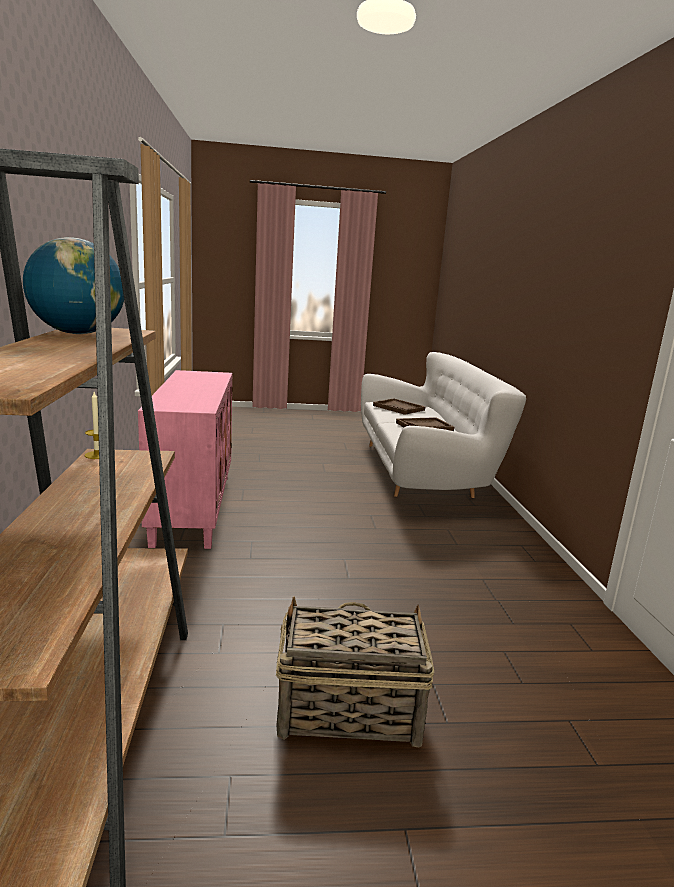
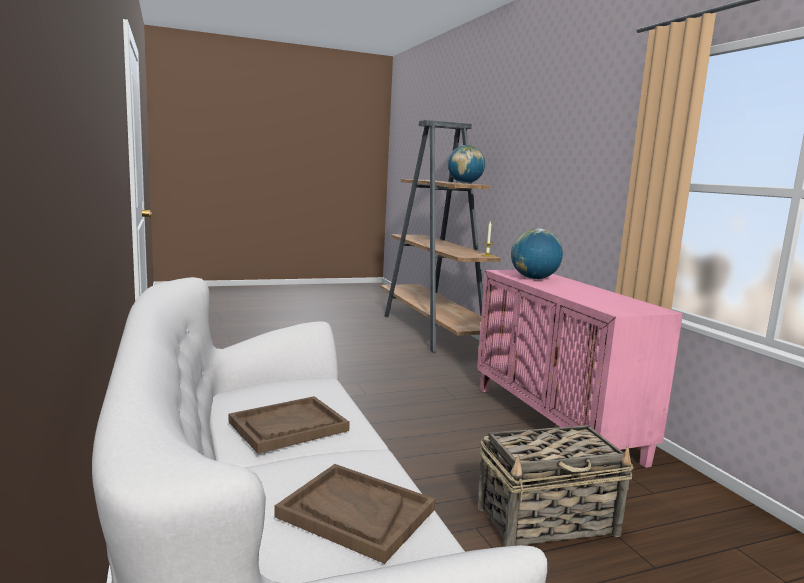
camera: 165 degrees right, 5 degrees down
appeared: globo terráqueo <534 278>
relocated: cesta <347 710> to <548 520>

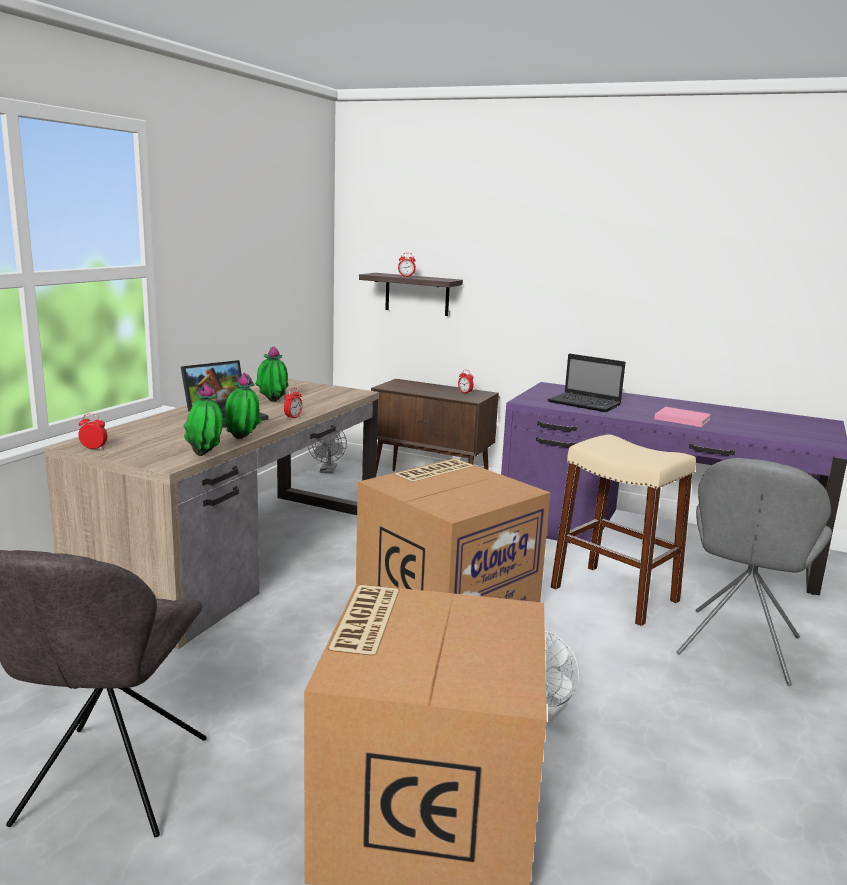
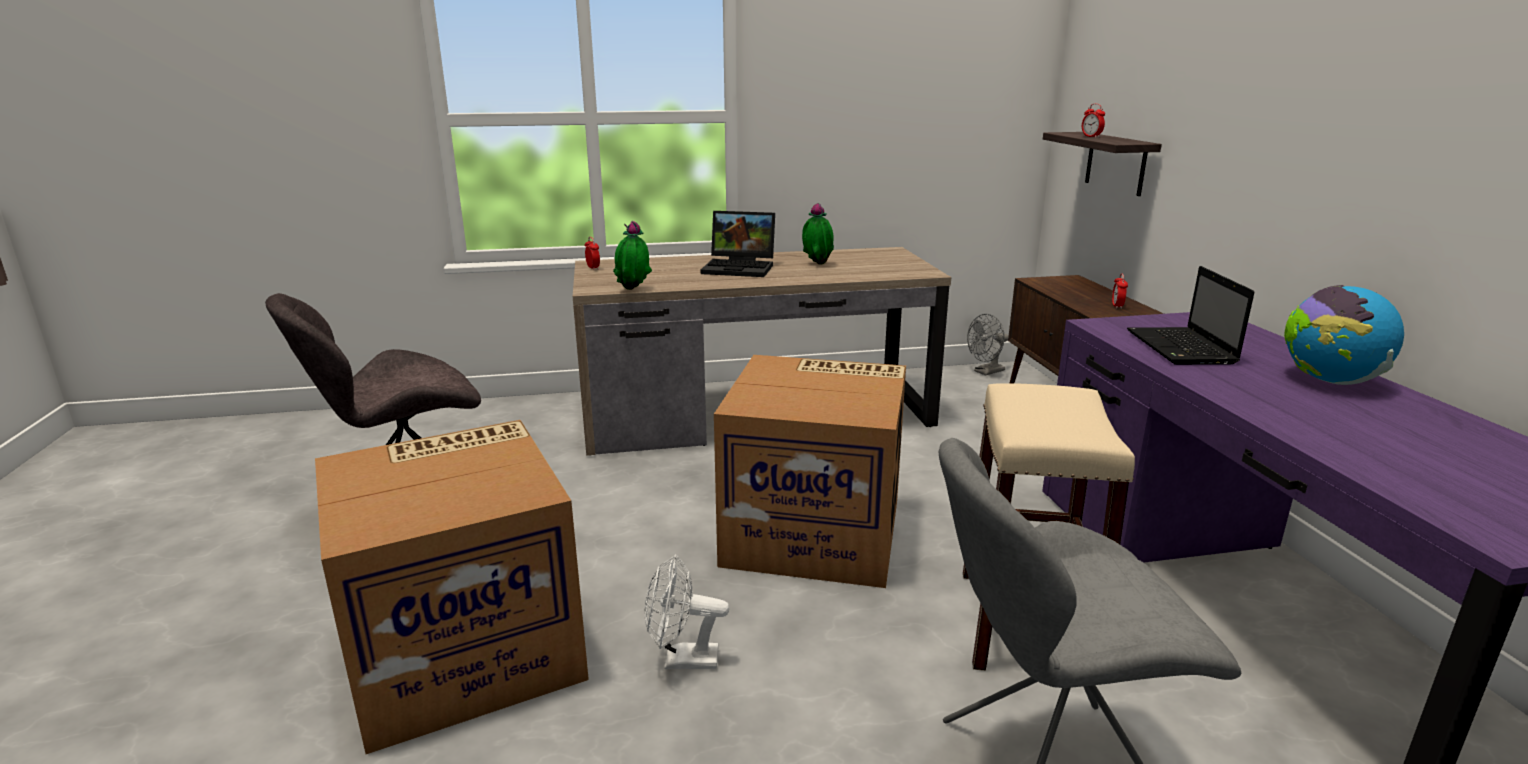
camera: 55 degrees right, 5 degrees up
missing: planta en maceta <242 439>; despertador <293 418>; libro [rosa] <680 419>
appeared: globo terráqueo <1330 381>

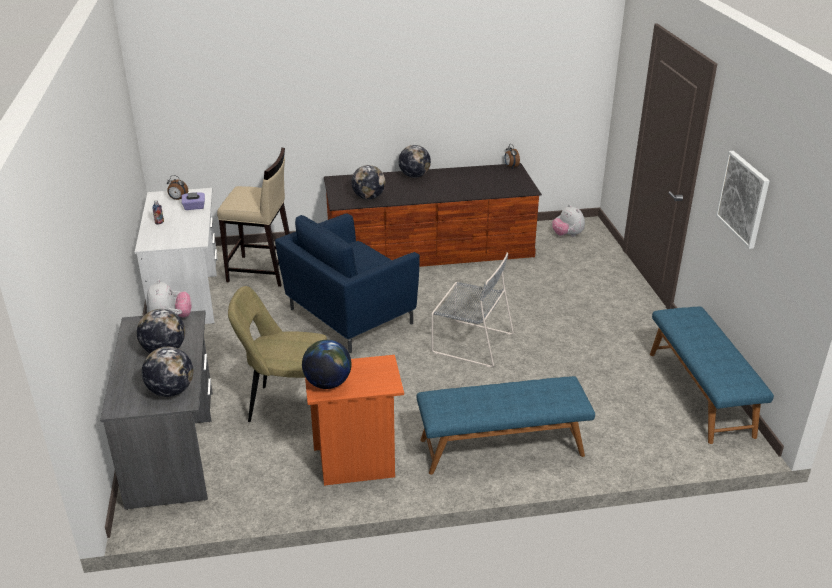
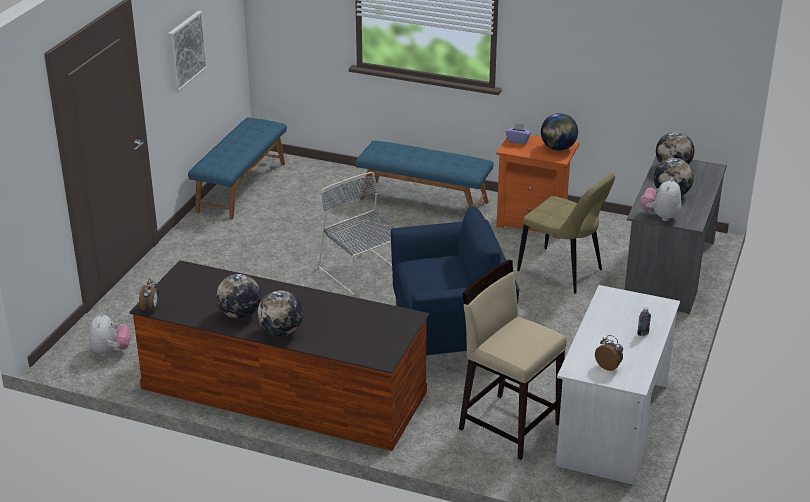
camera: 150 degrees left, 0 degrees up
relocated: caja de pañuelos [morado] <194 207> to <518 141>; globo terráqueo <368 197> to <240 315>

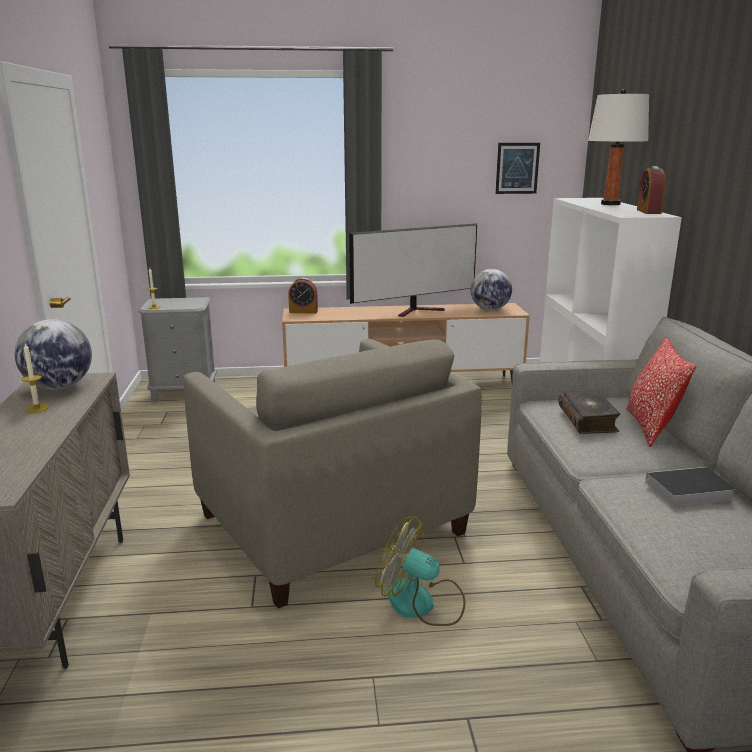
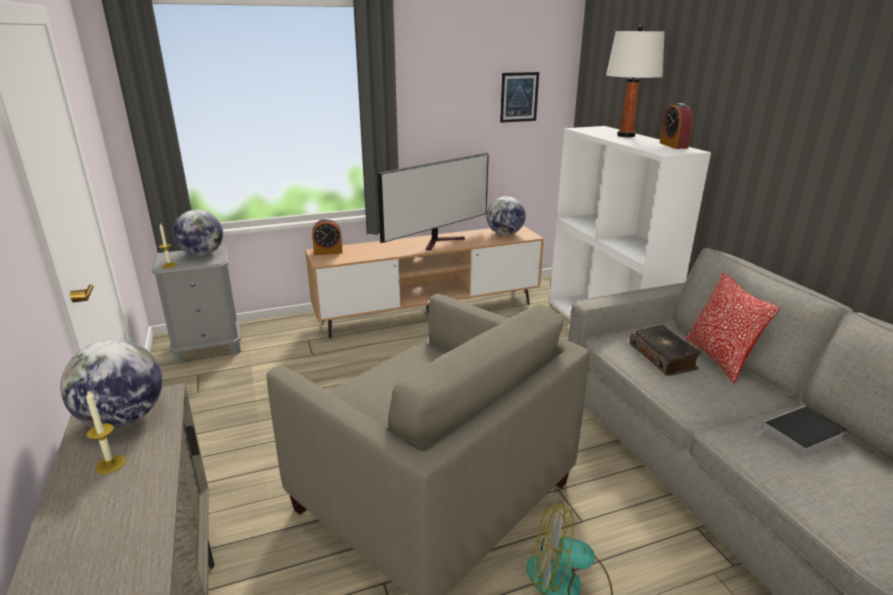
camera: 15 degrees left, 5 degrees up
appeared: globo terráqueo <202 254>

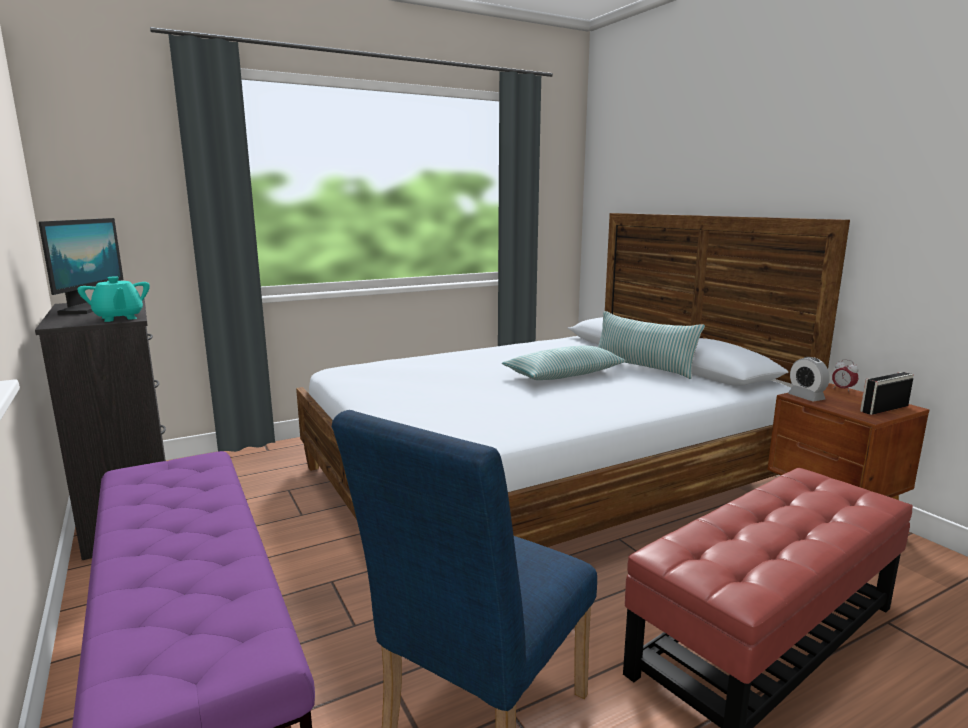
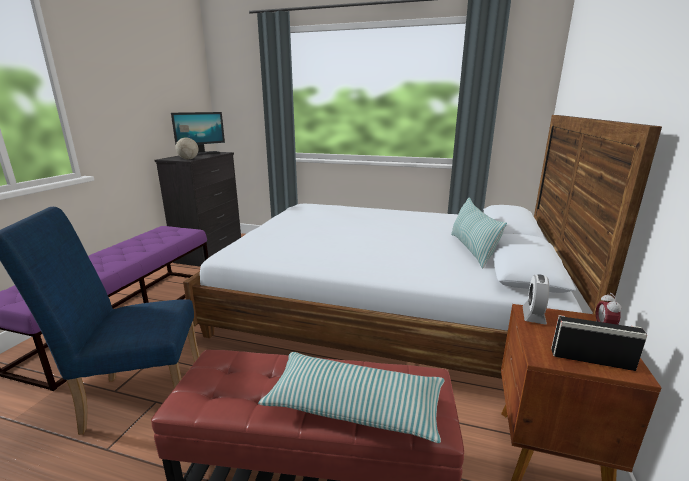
camera: 45 degrees right, 5 degrees up
relocated: cojín <564 375> to <354 406>
exchanged: tetera [turquesa] <119 318> to globo terráqueo <188 159>

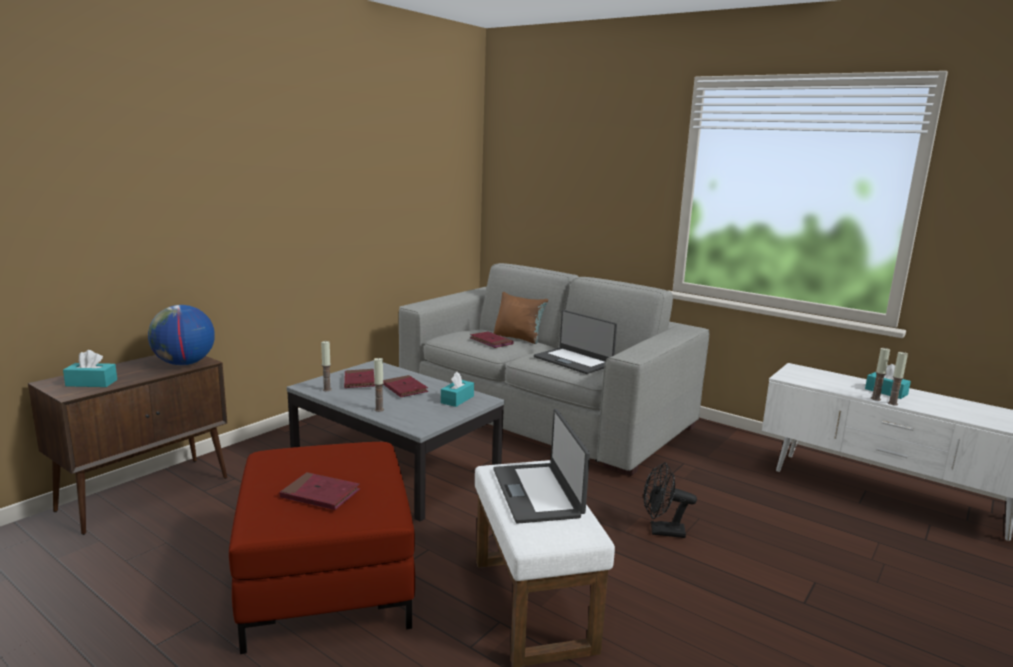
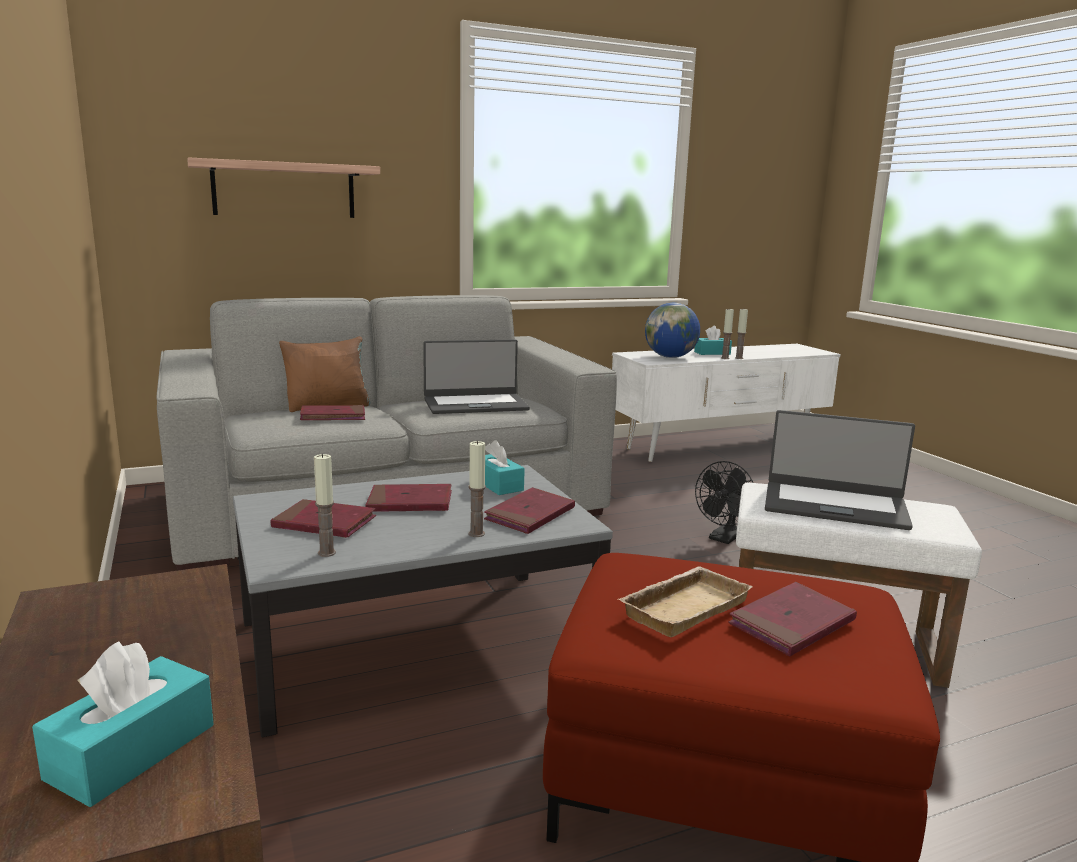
camera: 60 degrees left, 0 degrees up
appeared: estante <284 190>; libro [rojo] <530 515>; bandeja [beis] <683 607>
relocated: globo terráqueo <184 363> to <670 357>

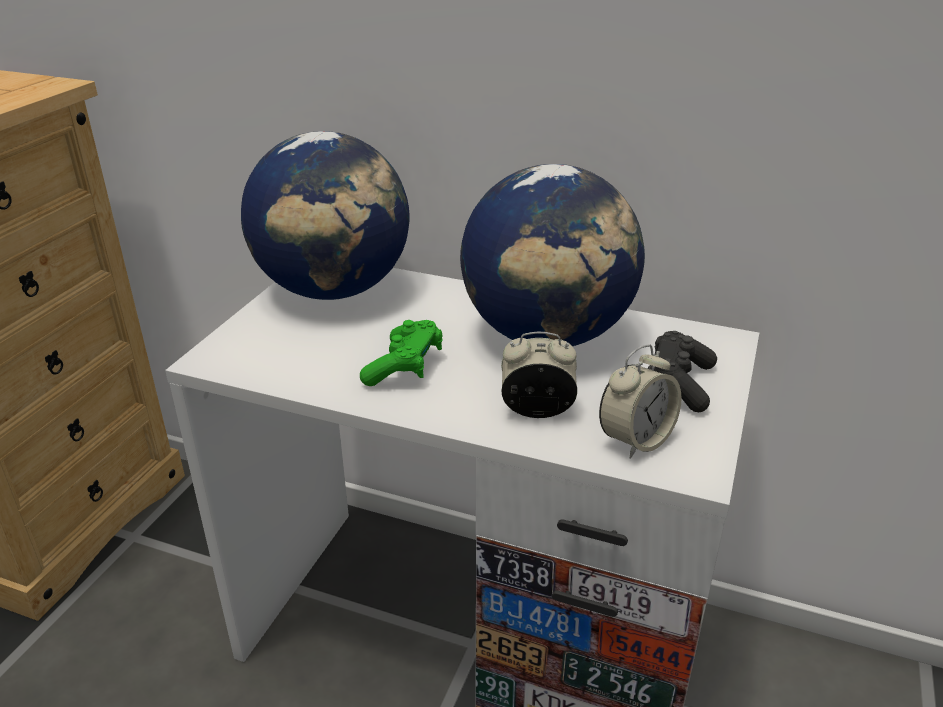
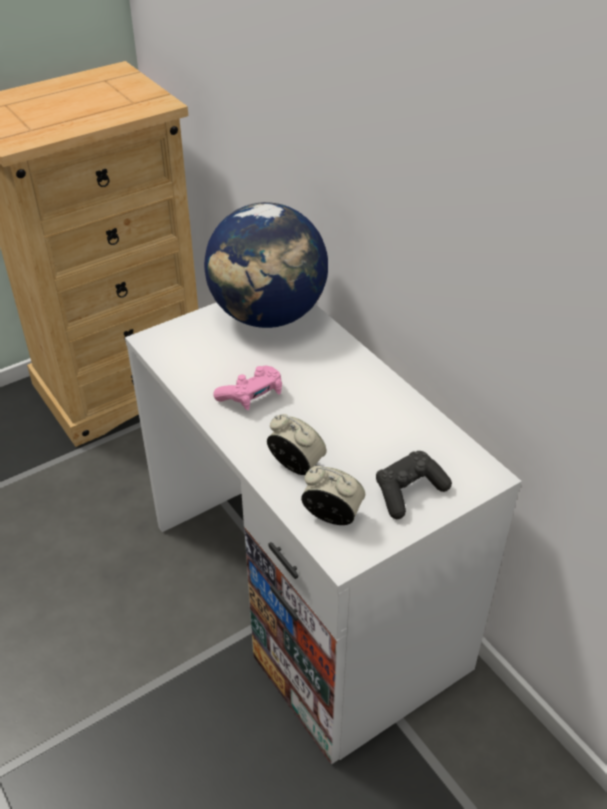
camera: 35 degrees right, 10 degrees up
missing: globo terráqueo <548 336>
colour: mando de consola [verde] <404 367> to mando de consola [rosa] <252 396>
spun: despertador <636 440> = <332 516> 150 degrees counterclockwise

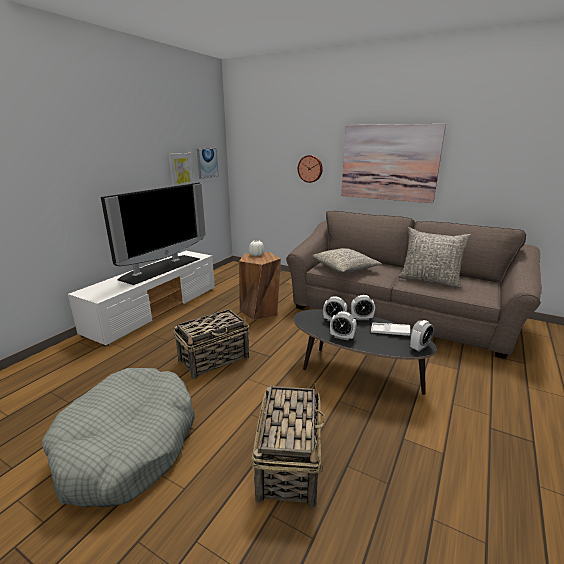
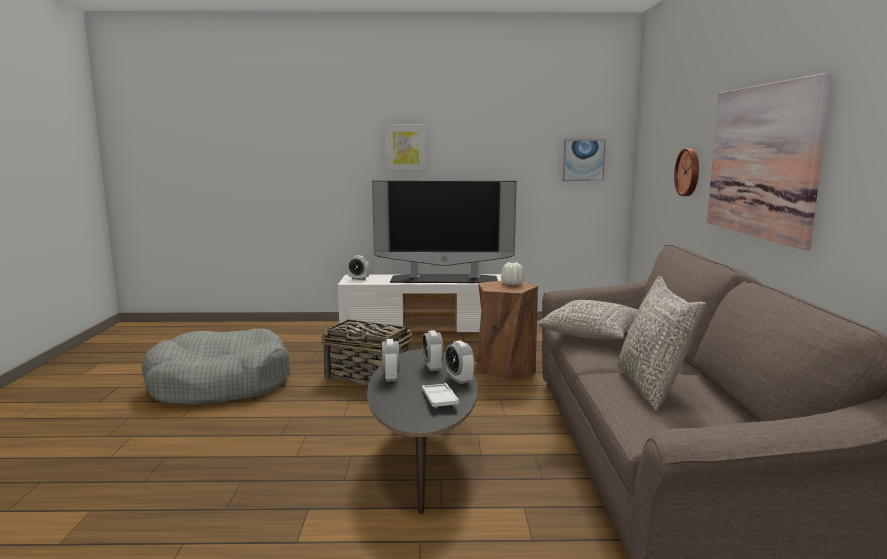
camera: 60 degrees right, 10 degrees down
missing: cesta <289 462>
relocated: cuadro <180 170> to <406 147>; despertador <419 347> to <358 279>

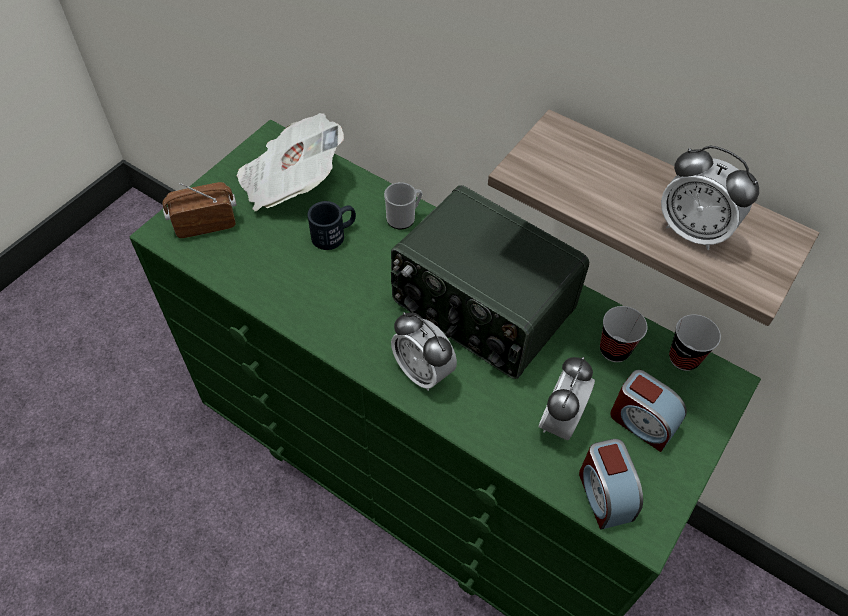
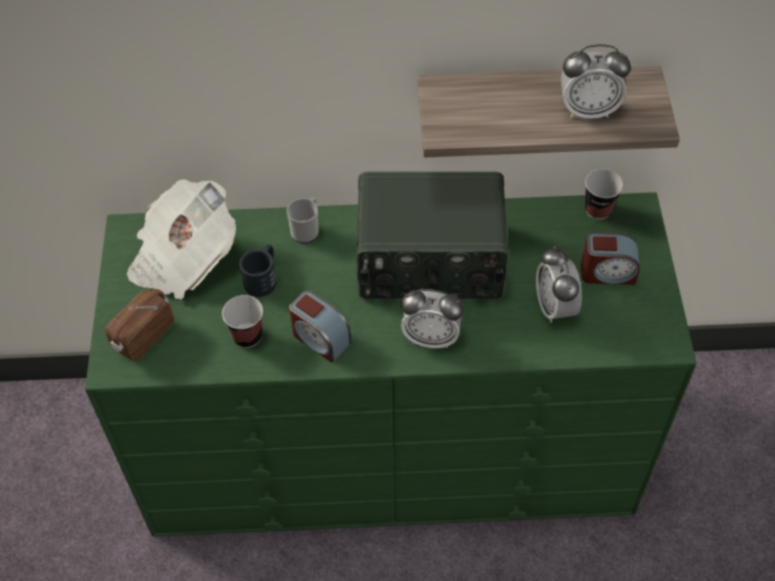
camera: 35 degrees left, 0 degrees up
relocated: despertador <604 494> to <320 338>; taza <614 350> to <247 336>

